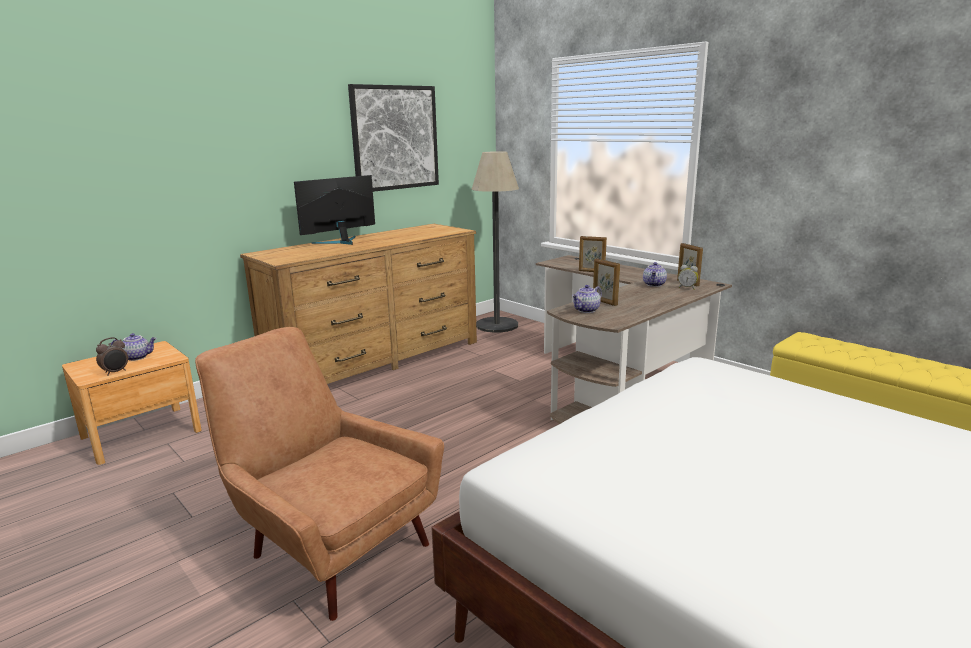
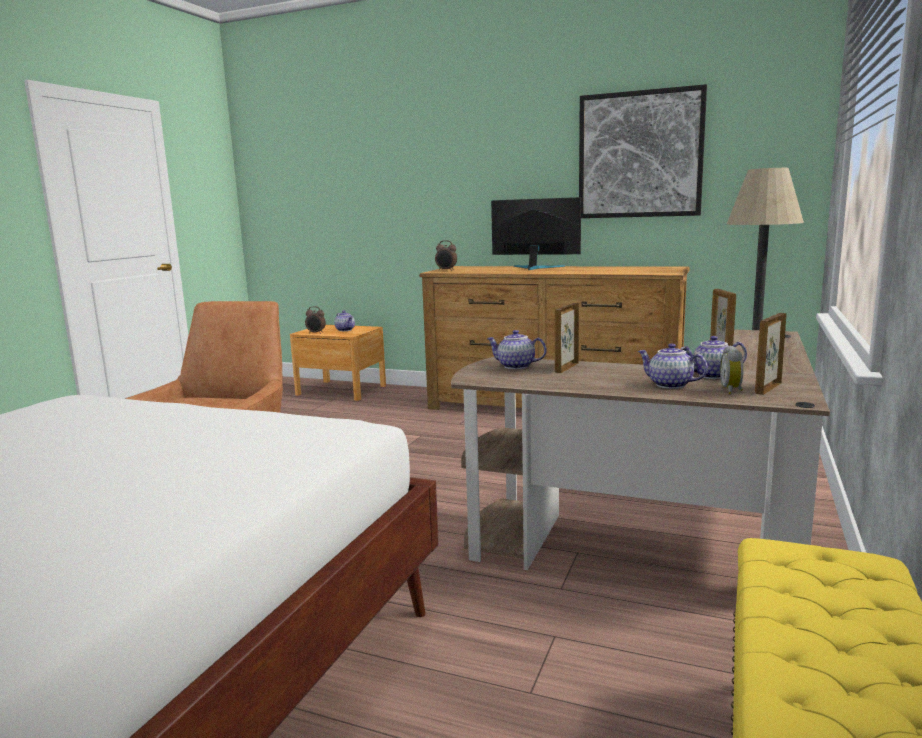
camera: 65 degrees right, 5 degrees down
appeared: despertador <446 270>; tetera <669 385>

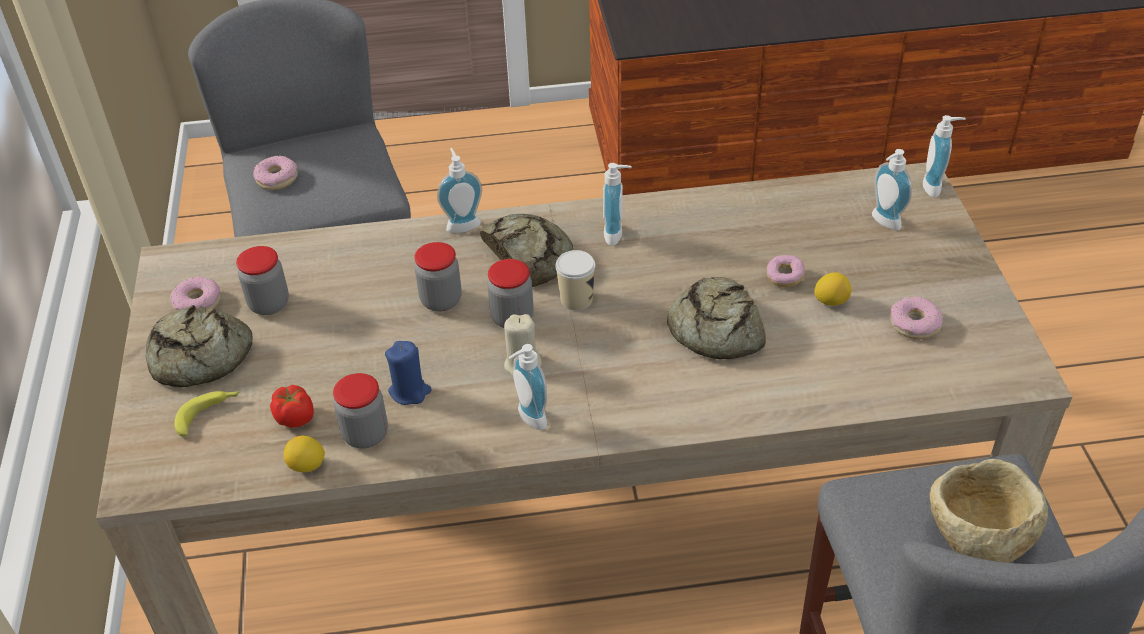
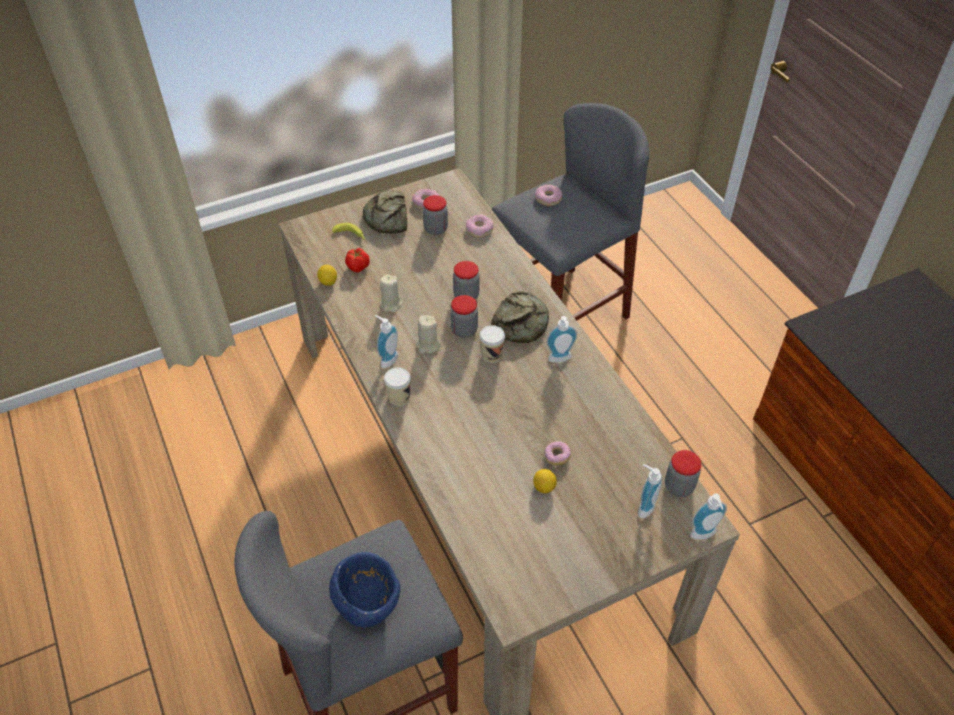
camera: 70 degrees right, 5 degrees up
missing: dispensador de jabón <462 224>; pan <715 329>
appeared: taza <399 397>
relocated: tarro <365 434> to <679 486>; rosquilla <914 324> to <479 229>
colour: vela [azul] <410 391> to vela [beis] <391 304>; cuenco [beis] <976 539> to cuenco [azul] <368 604>

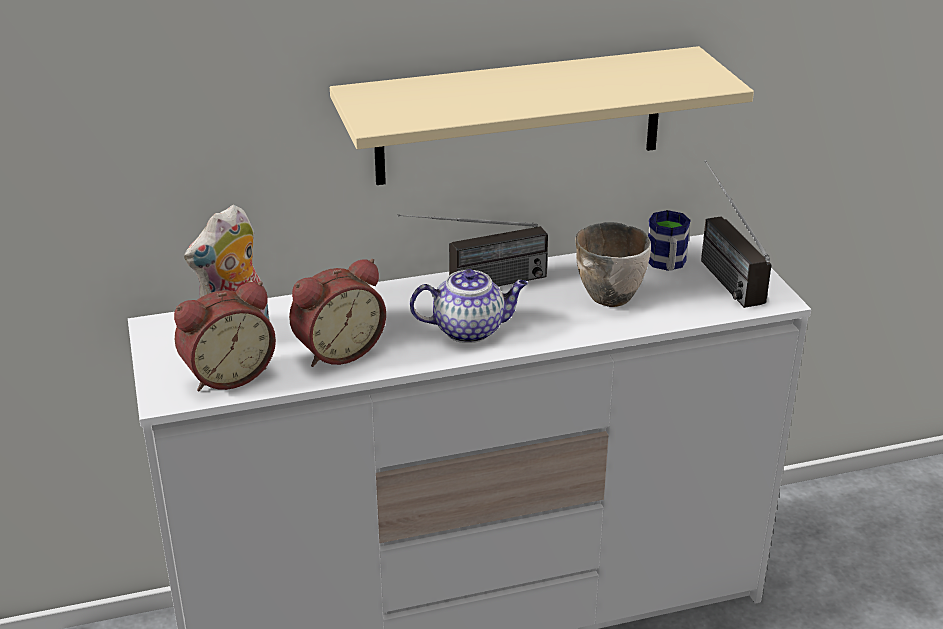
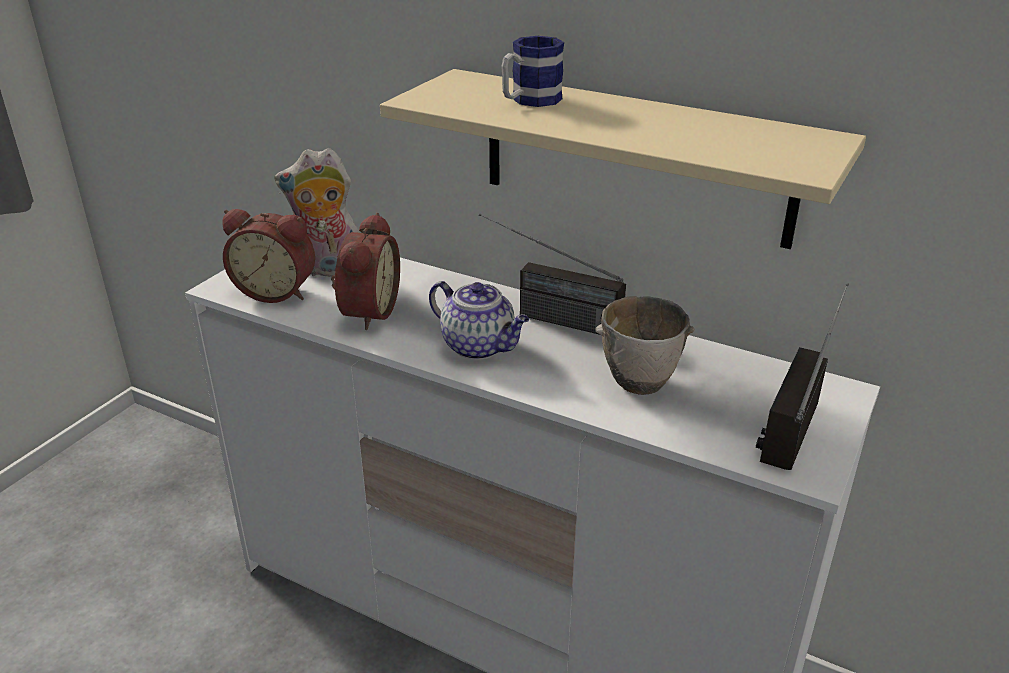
camera: 45 degrees right, 0 degrees up
relocated: taza grande <666 264> to <529 101>
spun: despertador <337 350> = <366 311> 90 degrees counterclockwise

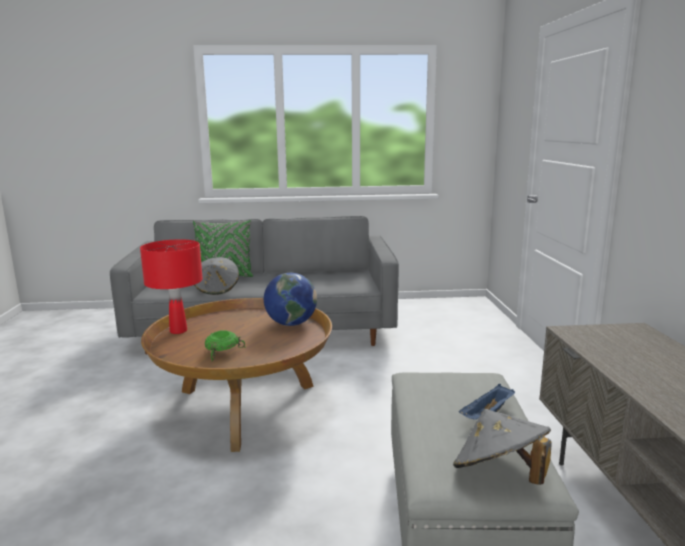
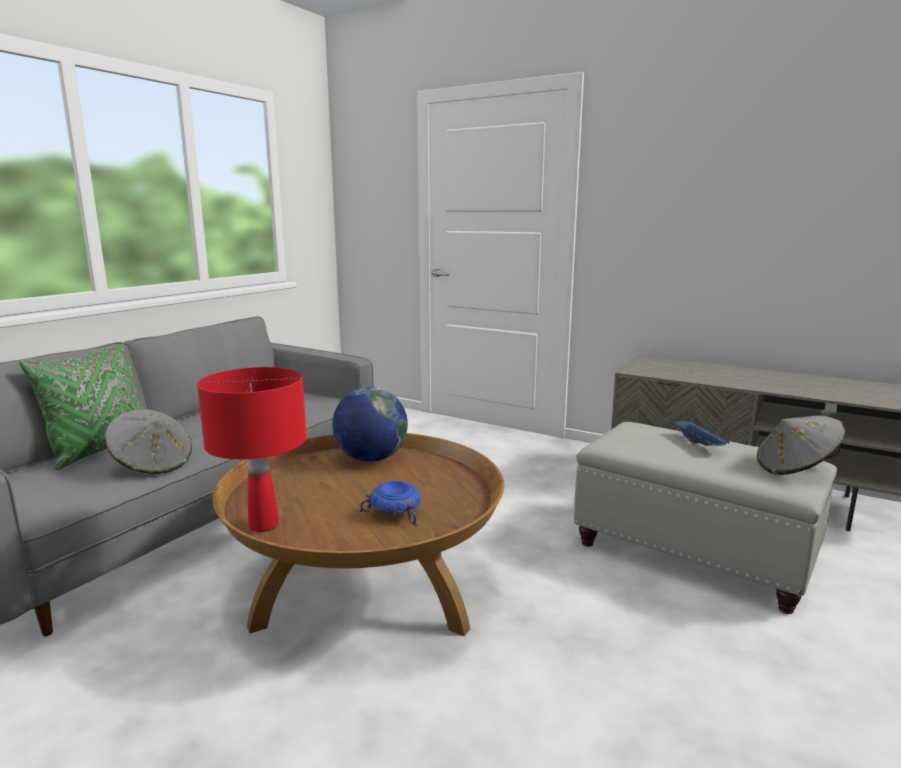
camera: 55 degrees left, 0 degrees up
colour: cuenco [verde] <222 352> to cuenco [azul] <394 513>

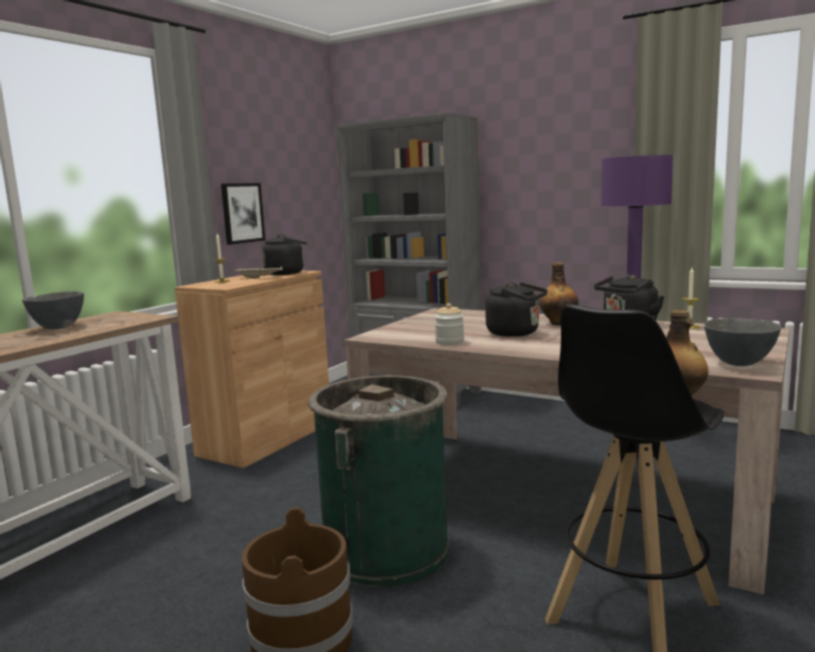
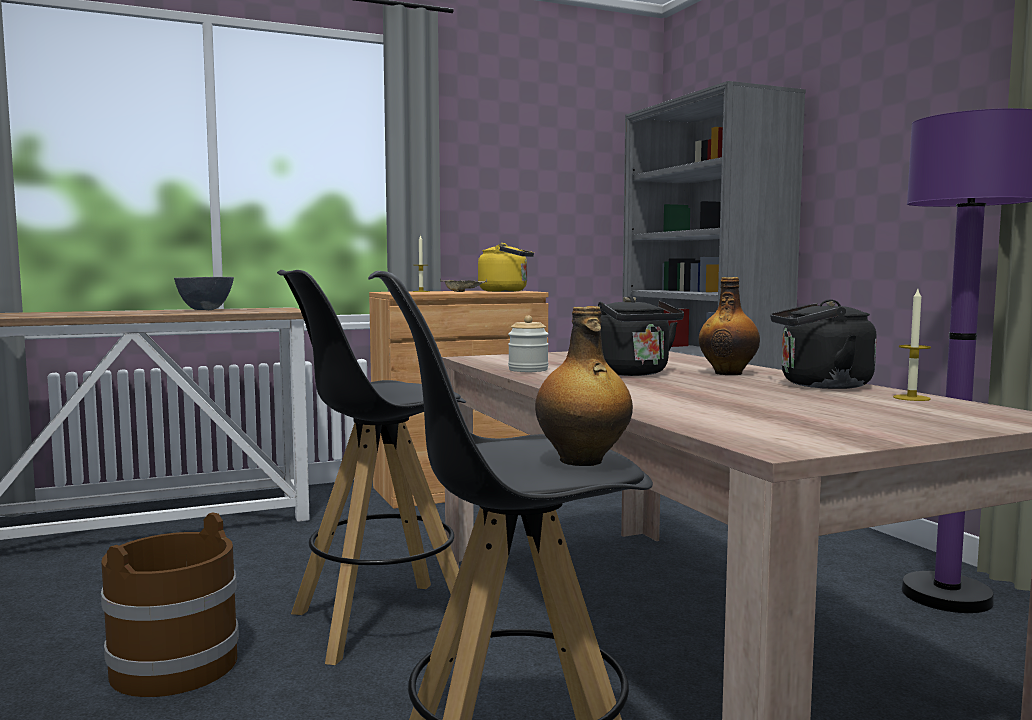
camera: 35 degrees right, 5 degrees down
missing: cuadro <242 213>; cuenco [gris] <738 364>
exchanged: papelera [verde] <386 549> to taburete [negro] <380 621>
colour: hervidor [negro] <287 273> to hervidor [amarillo] <506 291>

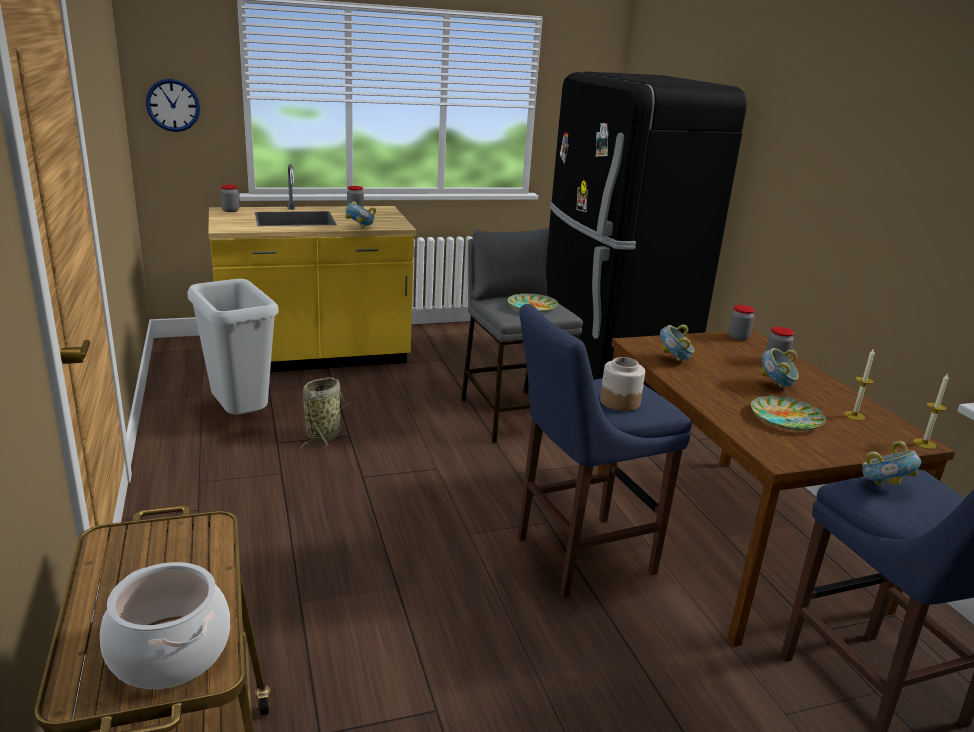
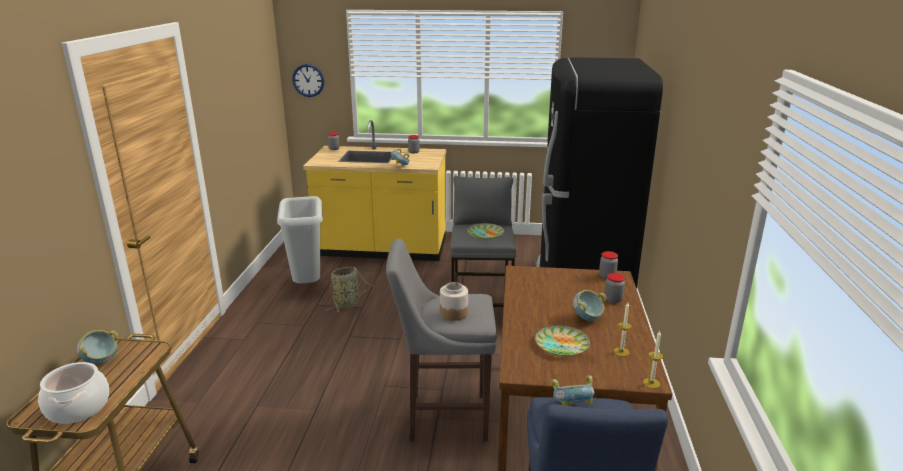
camera: 25 degrees right, 0 degrees up
relocated: cuenco <674 360> to <101 361>
colour: taburete [azul] <578 556> to taburete [gris] <443 416>

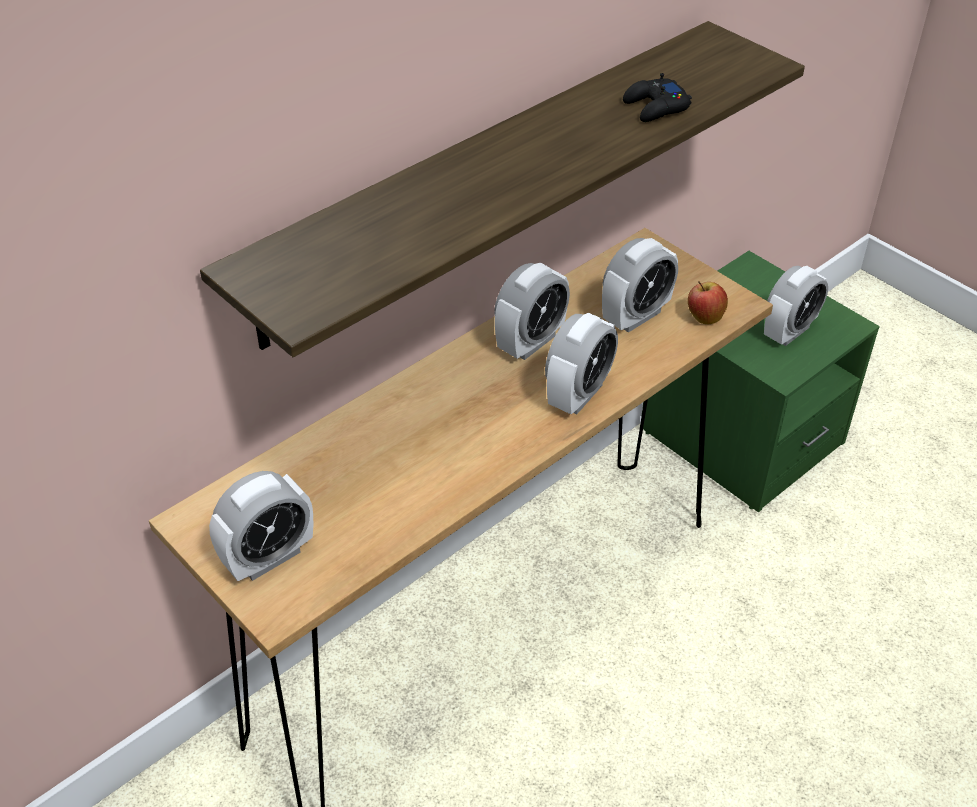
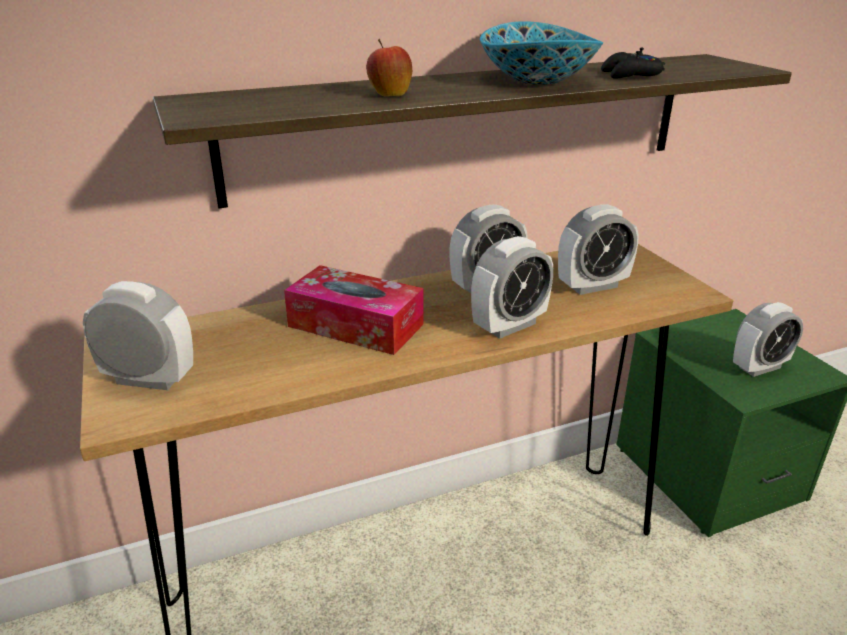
camera: 20 degrees right, 15 degrees down
appeared: caja de pañuelos <355 325>; cuenco <535 80>
relocated: manzana <704 318> to <390 95>
spun: despertador <269 557> = <149 379> 150 degrees counterclockwise

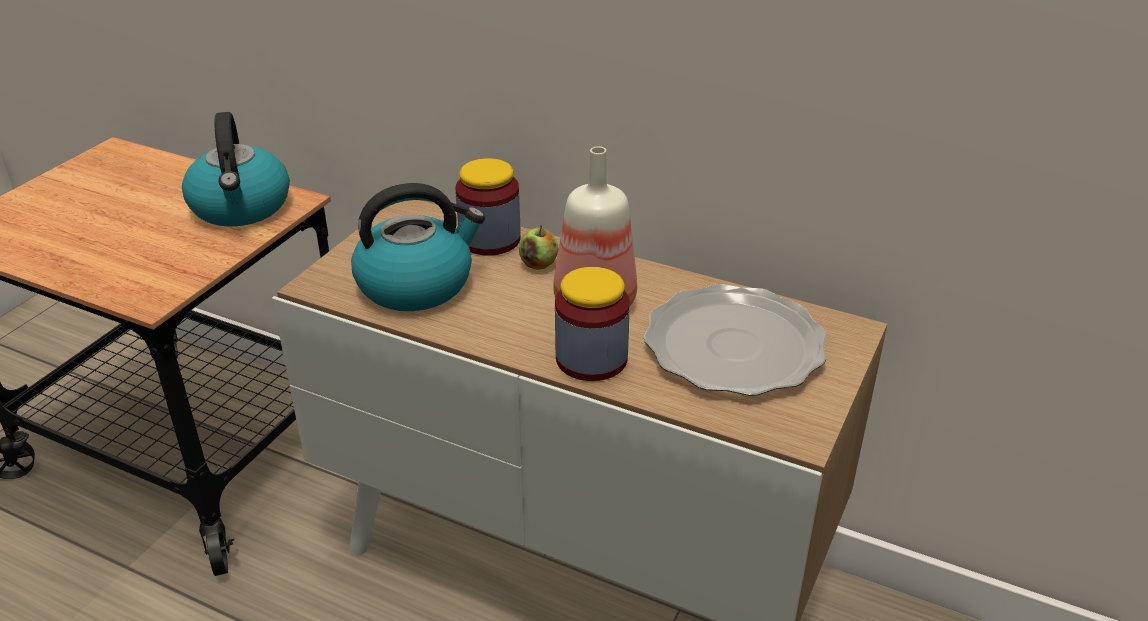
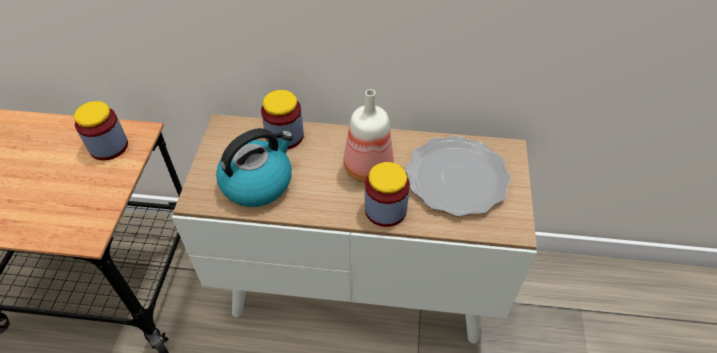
camera: 20 degrees left, 15 degrees up
missing: manzana <538 264>
exchanged: hervidor <241 207> to tarro <109 146>

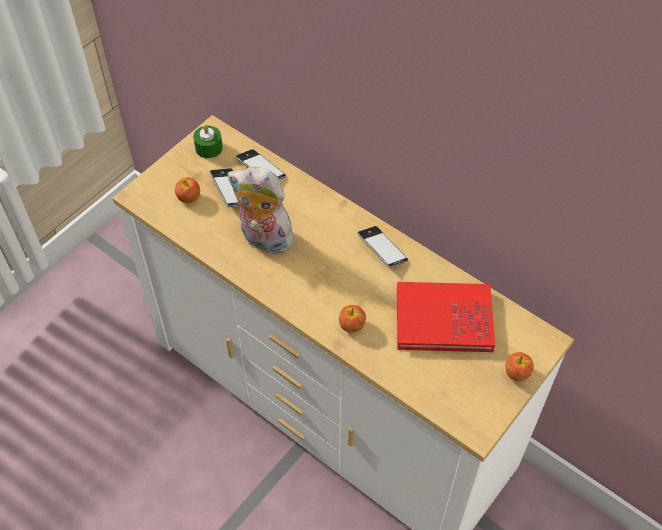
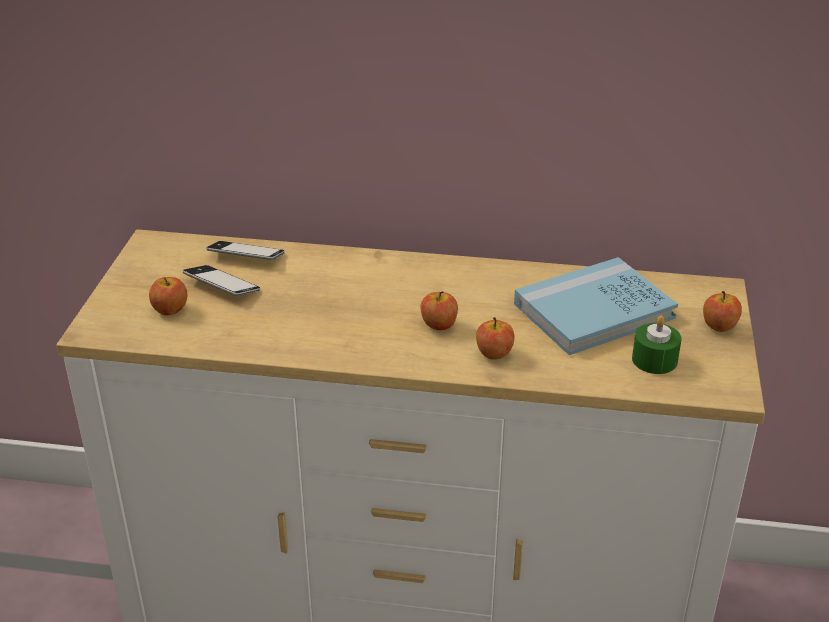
camera: 30 degrees left, 20 degrees down
missing: peluche <263 240>; móvil <382 249>
appeared: manzana <439 325>
relocated: vela [verde] <209 148> to <654 360>
colour: libro [rojo] <444 319> to libro [azul] <594 311>

